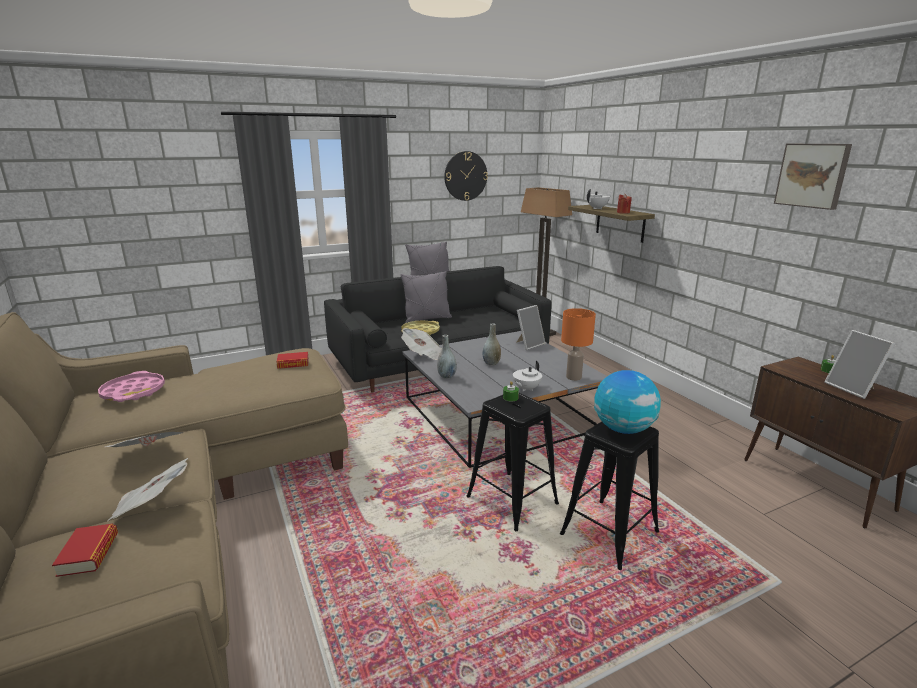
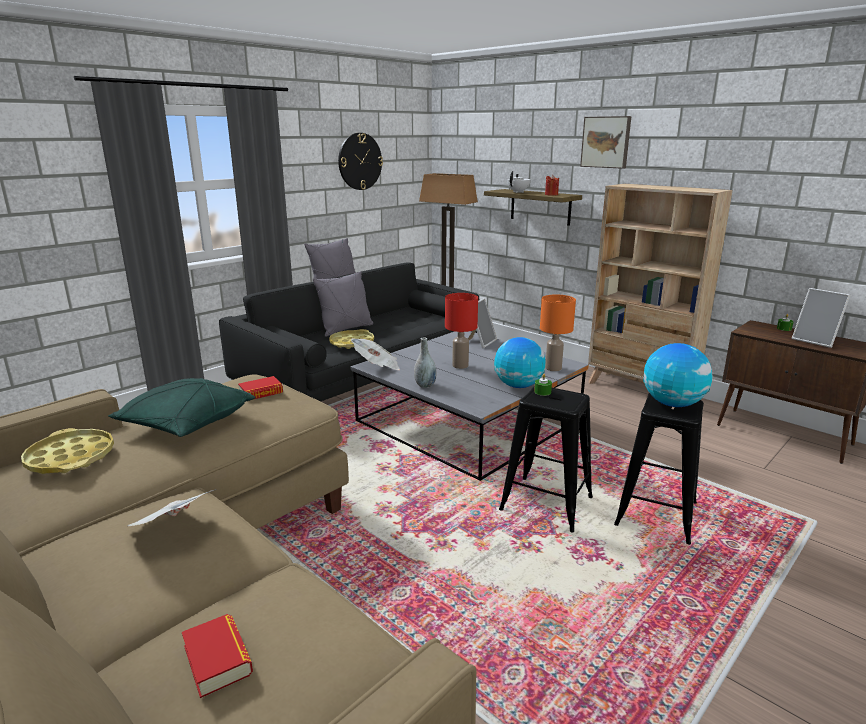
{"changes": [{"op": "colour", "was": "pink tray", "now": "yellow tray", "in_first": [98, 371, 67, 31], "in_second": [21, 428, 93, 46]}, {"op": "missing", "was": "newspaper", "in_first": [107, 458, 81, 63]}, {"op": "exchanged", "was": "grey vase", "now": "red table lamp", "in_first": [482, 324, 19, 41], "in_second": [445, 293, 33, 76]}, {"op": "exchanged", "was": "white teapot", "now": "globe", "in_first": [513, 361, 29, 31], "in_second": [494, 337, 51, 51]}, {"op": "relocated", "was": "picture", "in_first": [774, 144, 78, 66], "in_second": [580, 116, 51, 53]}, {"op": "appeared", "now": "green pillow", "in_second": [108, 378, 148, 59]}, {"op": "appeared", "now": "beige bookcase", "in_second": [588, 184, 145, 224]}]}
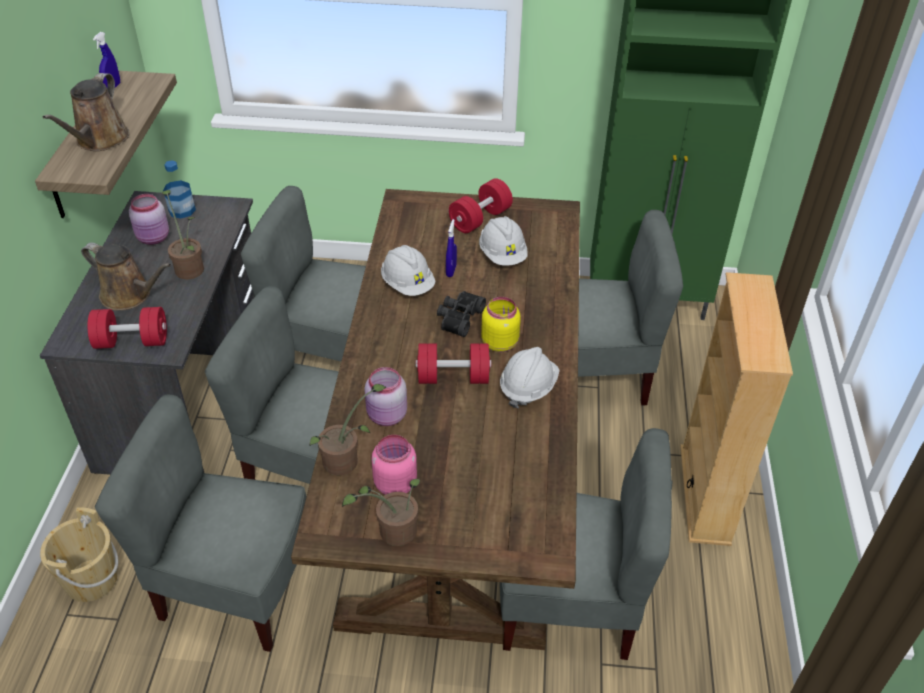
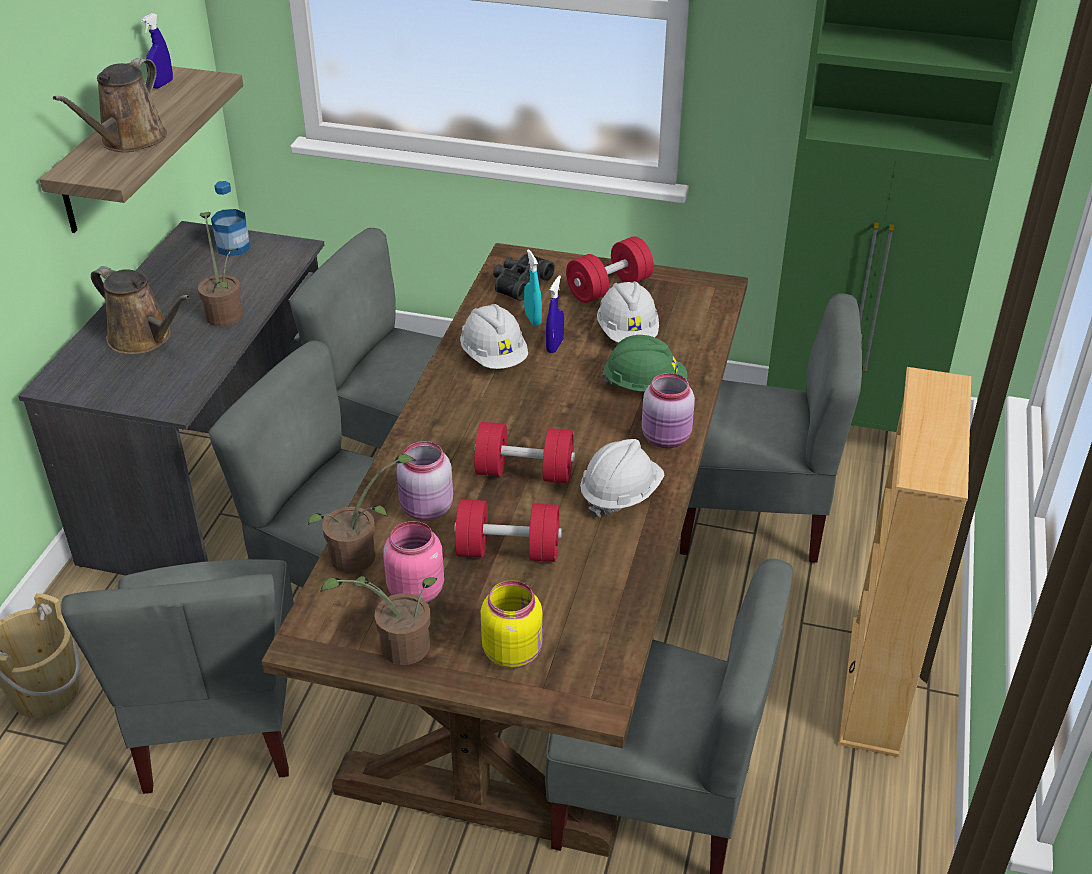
{"changes": [{"op": "relocated", "was": "red dumbbell", "in_first": [87, 307, 80, 42], "in_second": [454, 499, 108, 63]}, {"op": "spun", "was": "grey chair", "in_first": [95, 395, 212, 257], "in_second": [61, 559, 233, 235], "clockwise": -120}, {"op": "relocated", "was": "pink jar", "in_first": [129, 194, 40, 51], "in_second": [642, 373, 53, 75]}, {"op": "relocated", "was": "black binoculars", "in_first": [437, 291, 49, 46], "in_second": [493, 254, 62, 47]}, {"op": "relocated", "was": "yellow jar", "in_first": [481, 297, 40, 55], "in_second": [481, 580, 62, 89]}, {"op": "appeared", "now": "turquoise spray bottle", "in_second": [524, 250, 18, 76]}, {"op": "appeared", "now": "green hard hat", "in_second": [602, 335, 85, 56]}]}
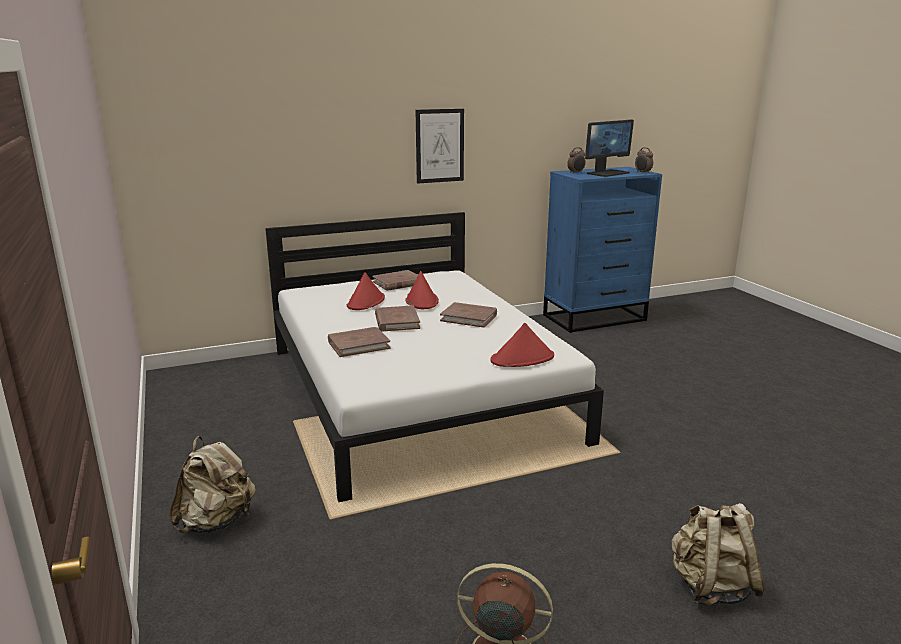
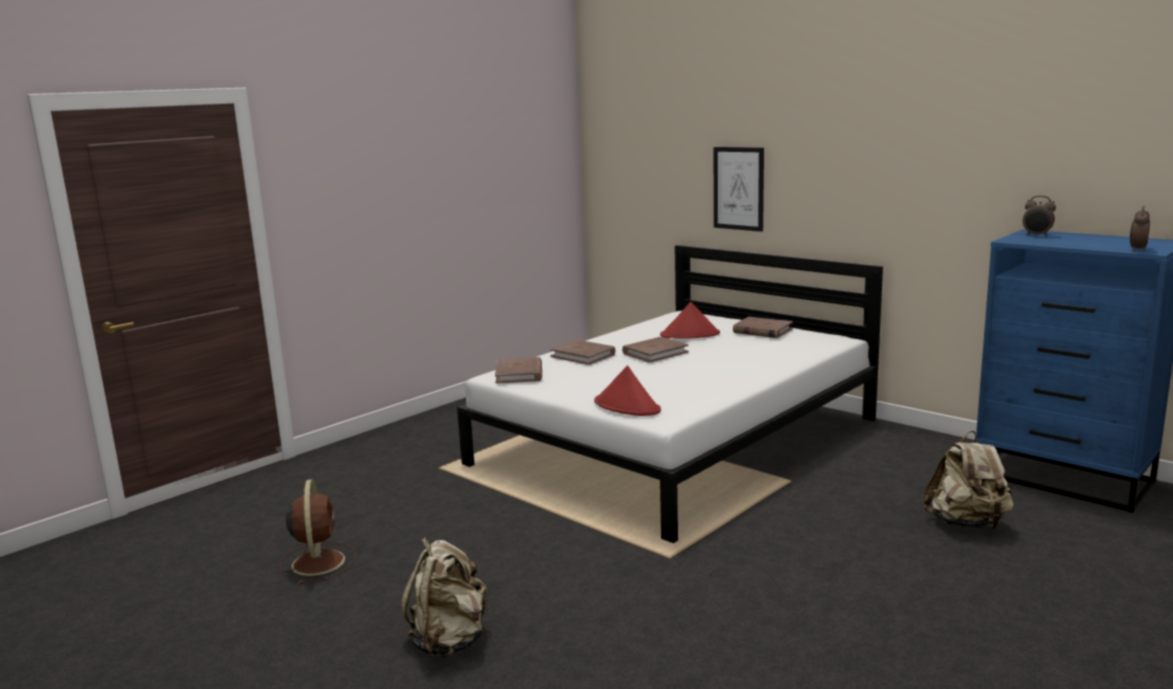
{"changes": [{"op": "relocated", "was": "beige backpack", "in_first": [169, 436, 87, 97], "in_second": [924, 430, 90, 100]}, {"op": "missing", "was": "red hat", "in_first": [405, 271, 34, 38]}, {"op": "relocated", "was": "picture", "in_first": [416, 109, 48, 75], "in_second": [714, 147, 50, 85]}, {"op": "relocated", "was": "brown book", "in_first": [440, 302, 57, 26], "in_second": [495, 357, 47, 27]}, {"op": "missing", "was": "monitor", "in_first": [585, 119, 49, 58]}]}
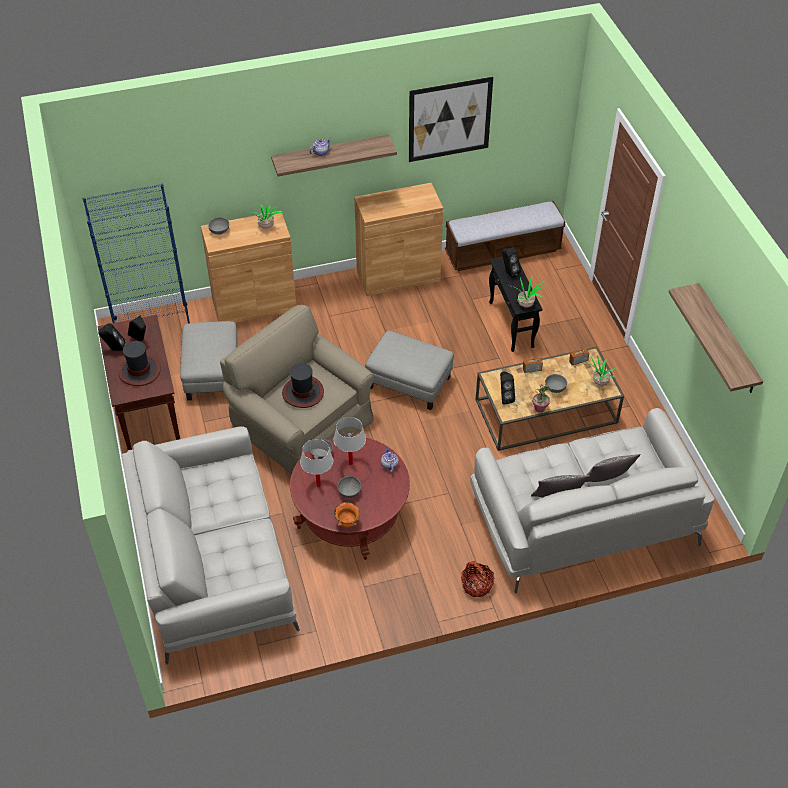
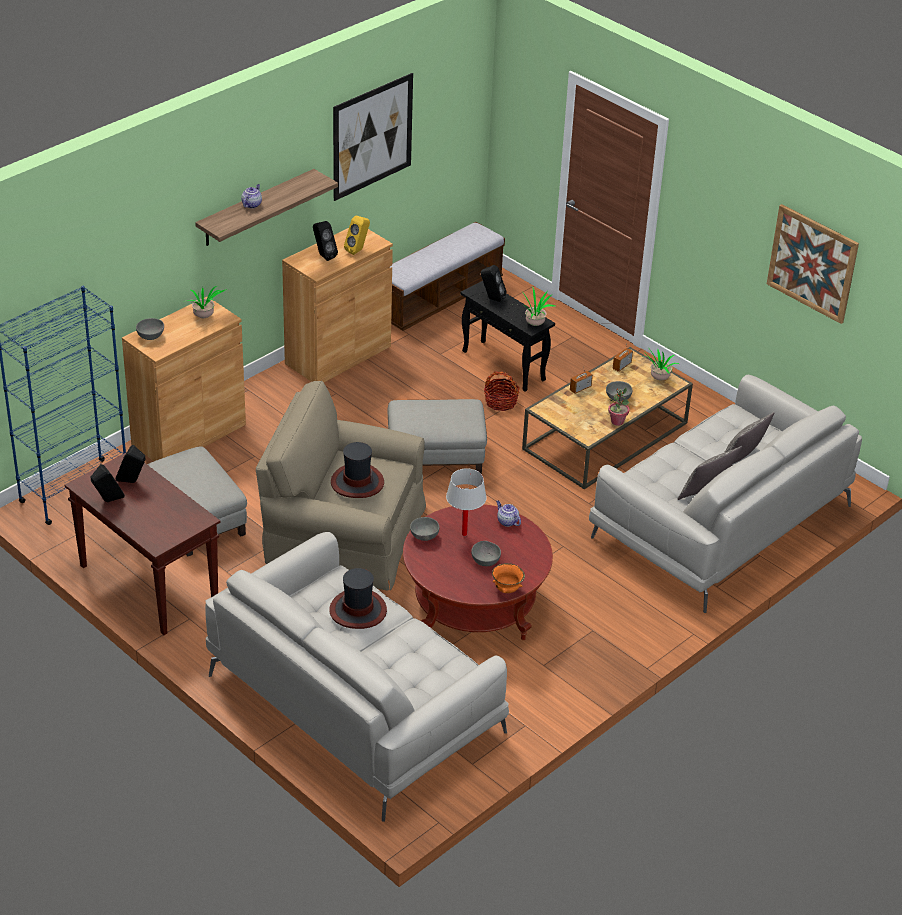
{"changes": [{"op": "relocated", "was": "hat", "in_first": [118, 341, 43, 45], "in_second": [329, 568, 58, 61]}, {"op": "missing", "was": "white table lamp", "in_first": [300, 439, 33, 48]}, {"op": "relocated", "was": "basket", "in_first": [461, 561, 33, 36], "in_second": [484, 371, 36, 40]}, {"op": "relocated", "was": "black speaker", "in_first": [500, 372, 15, 33], "in_second": [313, 221, 25, 40]}, {"op": "exchanged", "was": "shelf", "now": "picture", "in_first": [668, 283, 95, 110], "in_second": [767, 204, 92, 120]}, {"op": "appeared", "now": "yellow speaker", "in_second": [344, 215, 26, 40]}]}
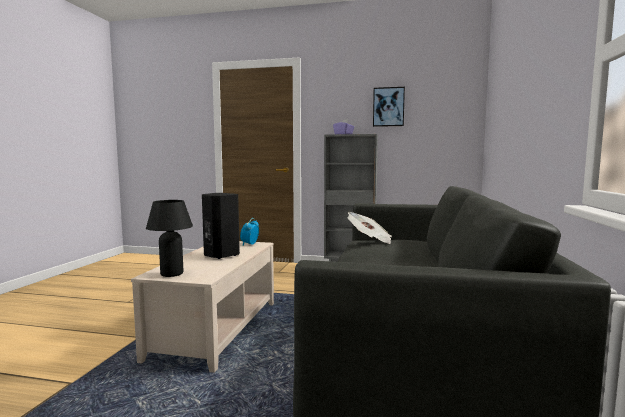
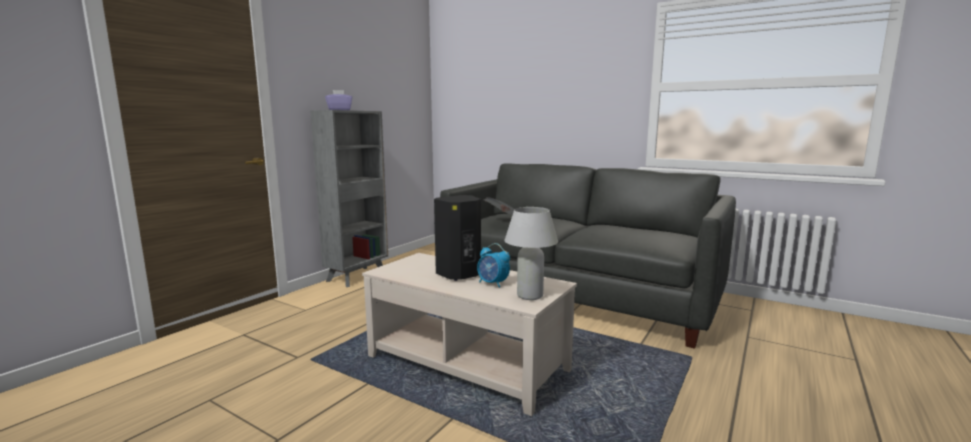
{"changes": [{"op": "colour", "was": "black table lamp", "now": "white table lamp", "in_first": [146, 200, 47, 77], "in_second": [505, 207, 53, 93]}, {"op": "relocated", "was": "alarm clock", "in_first": [240, 218, 19, 28], "in_second": [477, 243, 33, 45]}, {"op": "missing", "was": "picture", "in_first": [373, 87, 32, 40]}]}
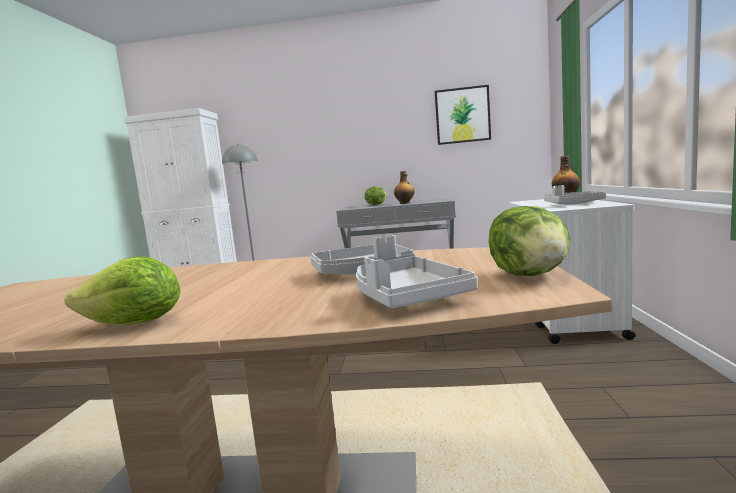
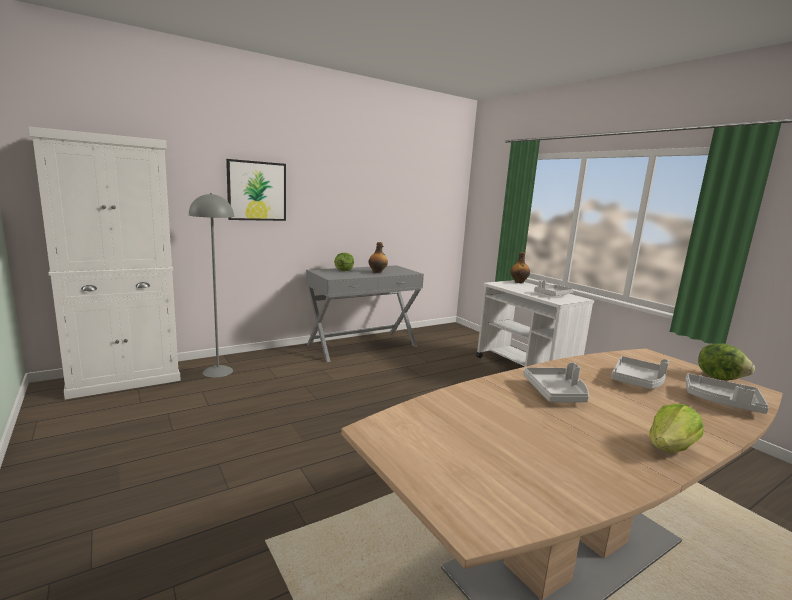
{"changes": [{"op": "relocated", "was": "picture", "in_first": [435, 85, 56, 60], "in_second": [226, 159, 60, 62]}, {"op": "appeared", "now": "grey tray", "in_second": [523, 362, 66, 41]}]}
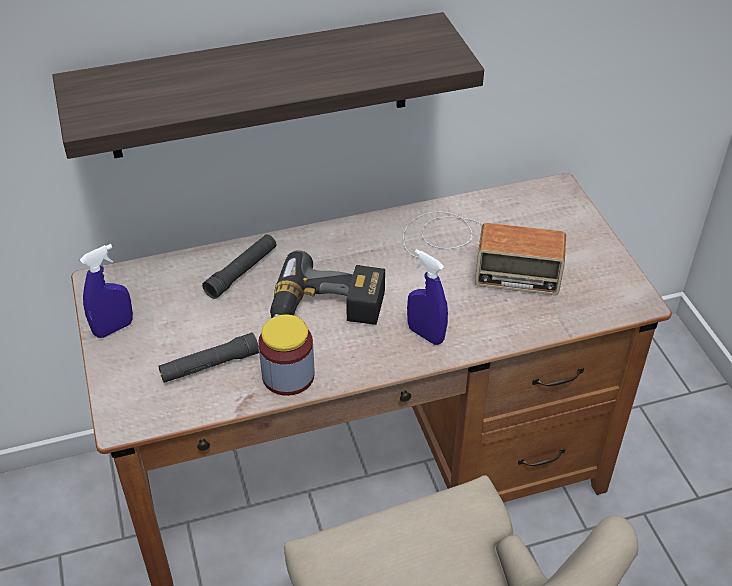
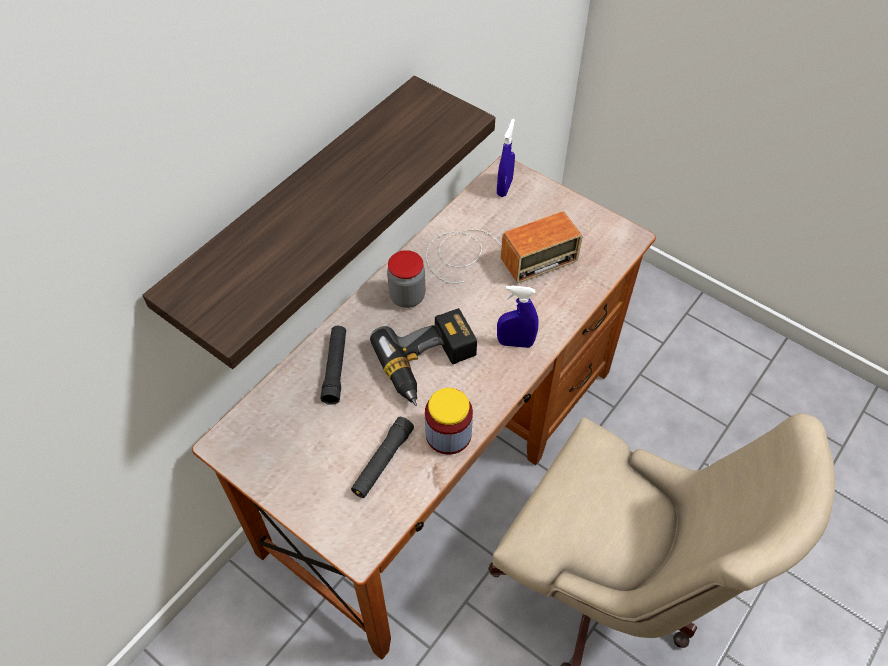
{"changes": [{"op": "relocated", "was": "blue spray bottle", "in_first": [80, 244, 53, 94], "in_second": [497, 119, 18, 78]}, {"op": "appeared", "now": "jar", "in_second": [387, 250, 38, 58]}]}
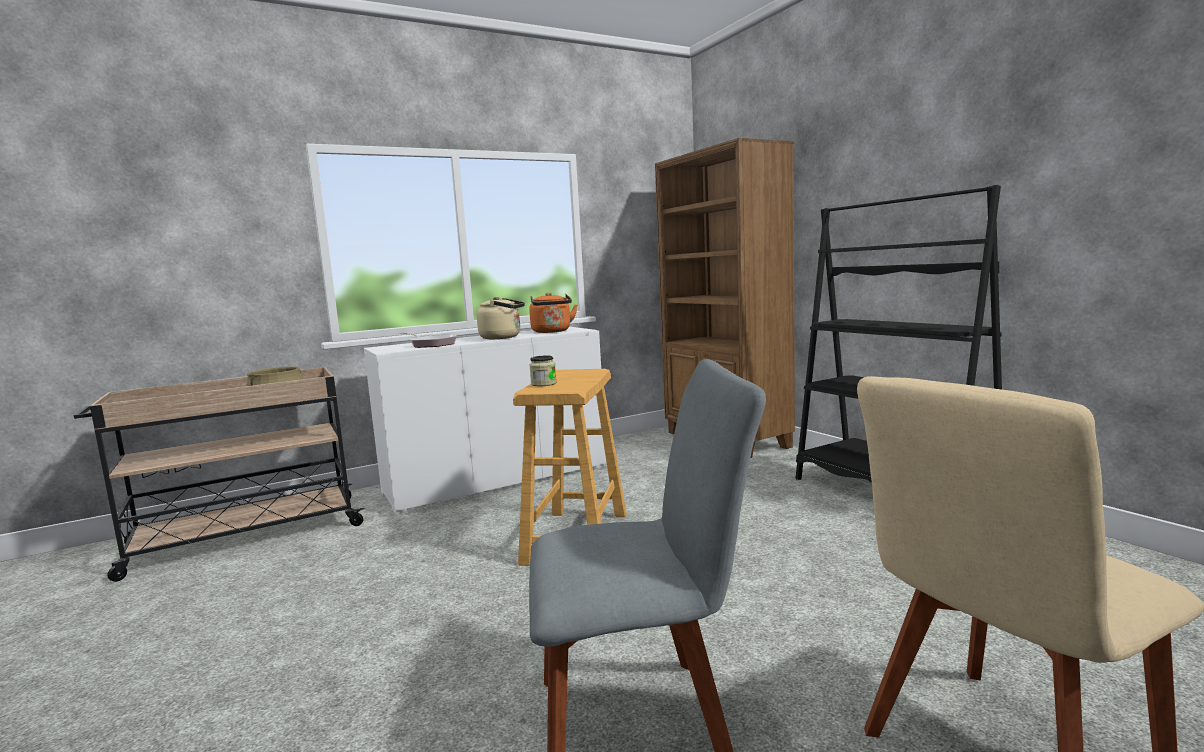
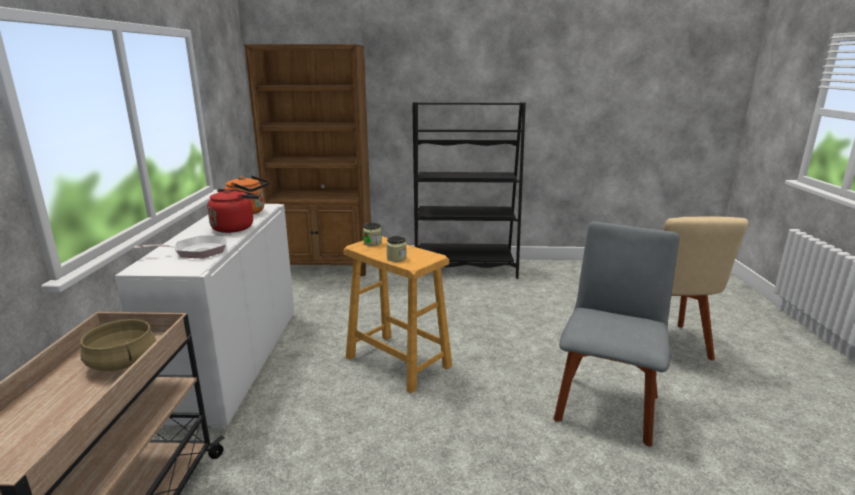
{"changes": [{"op": "colour", "was": "beige kettle", "now": "red kettle", "in_first": [477, 297, 48, 42], "in_second": [207, 189, 52, 44]}, {"op": "appeared", "now": "jar", "in_second": [363, 222, 19, 24]}]}
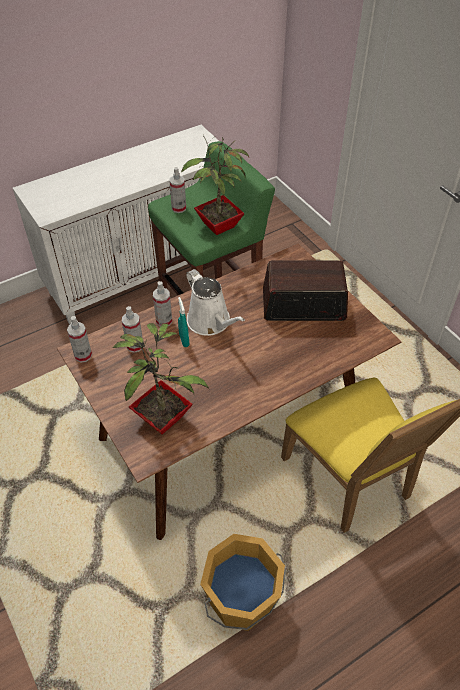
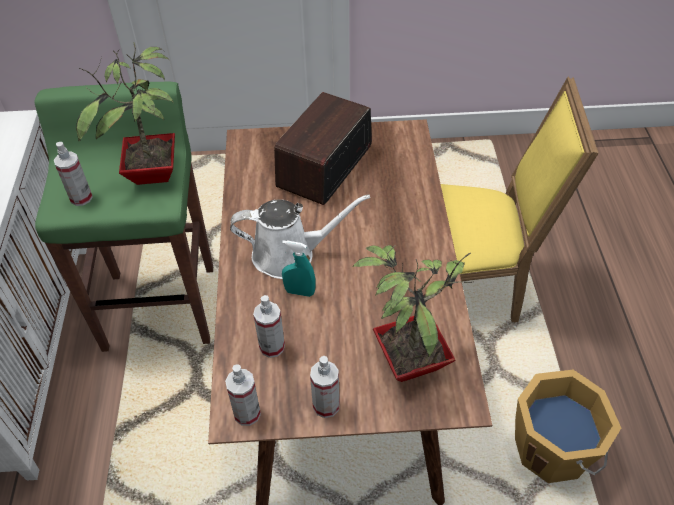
{"changes": [{"op": "relocated", "was": "spray bottle", "in_first": [153, 281, 19, 46], "in_second": [310, 356, 30, 62]}]}
